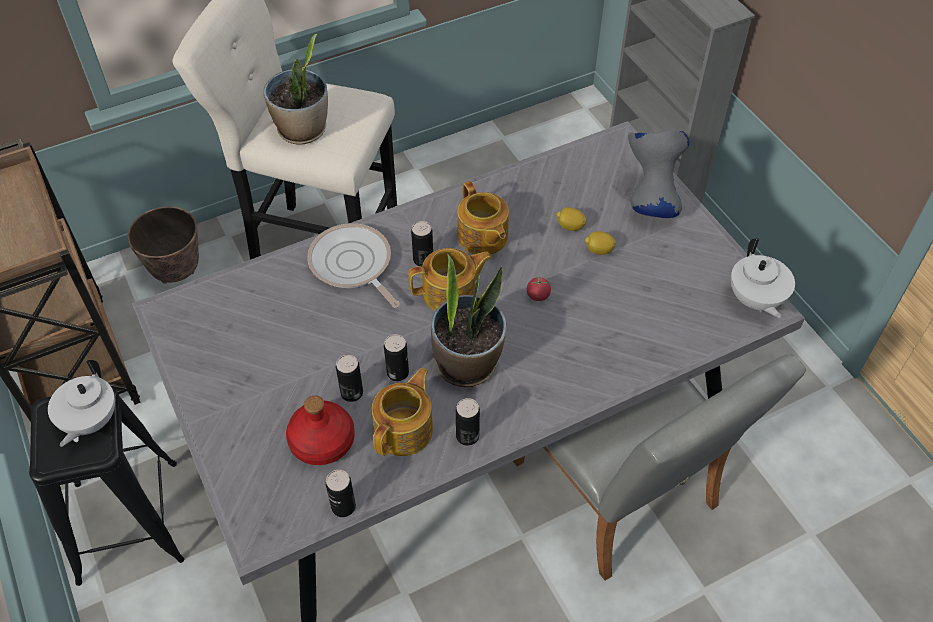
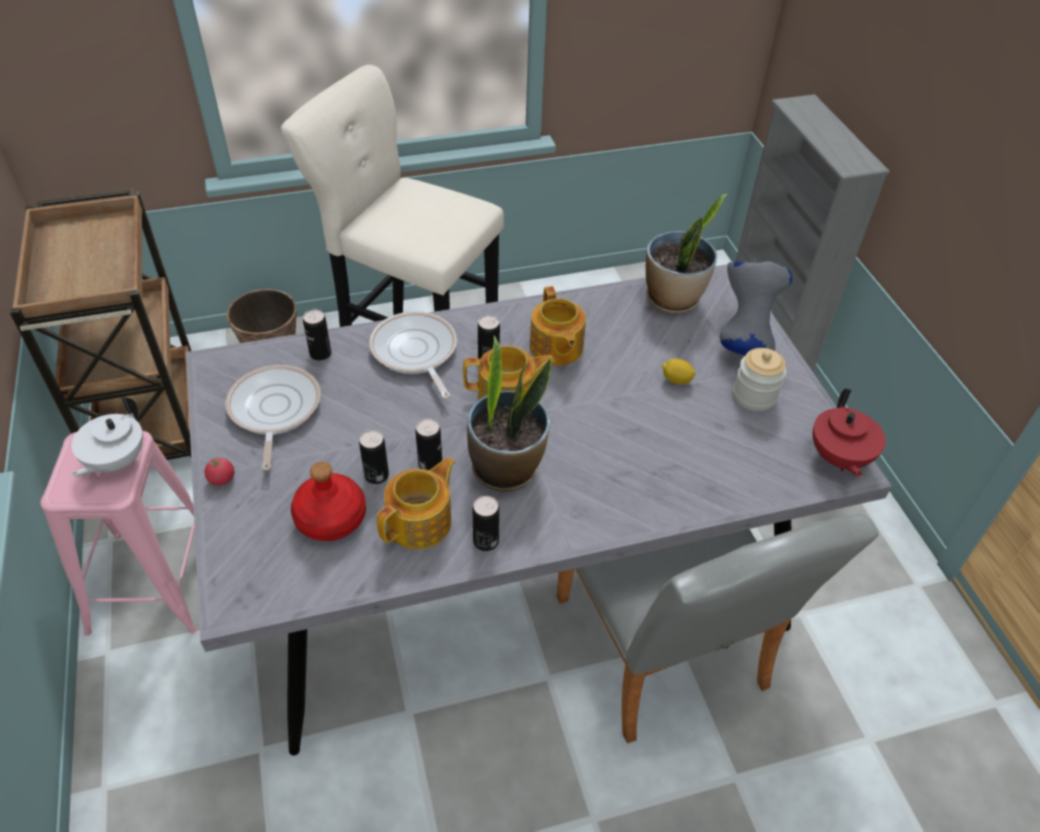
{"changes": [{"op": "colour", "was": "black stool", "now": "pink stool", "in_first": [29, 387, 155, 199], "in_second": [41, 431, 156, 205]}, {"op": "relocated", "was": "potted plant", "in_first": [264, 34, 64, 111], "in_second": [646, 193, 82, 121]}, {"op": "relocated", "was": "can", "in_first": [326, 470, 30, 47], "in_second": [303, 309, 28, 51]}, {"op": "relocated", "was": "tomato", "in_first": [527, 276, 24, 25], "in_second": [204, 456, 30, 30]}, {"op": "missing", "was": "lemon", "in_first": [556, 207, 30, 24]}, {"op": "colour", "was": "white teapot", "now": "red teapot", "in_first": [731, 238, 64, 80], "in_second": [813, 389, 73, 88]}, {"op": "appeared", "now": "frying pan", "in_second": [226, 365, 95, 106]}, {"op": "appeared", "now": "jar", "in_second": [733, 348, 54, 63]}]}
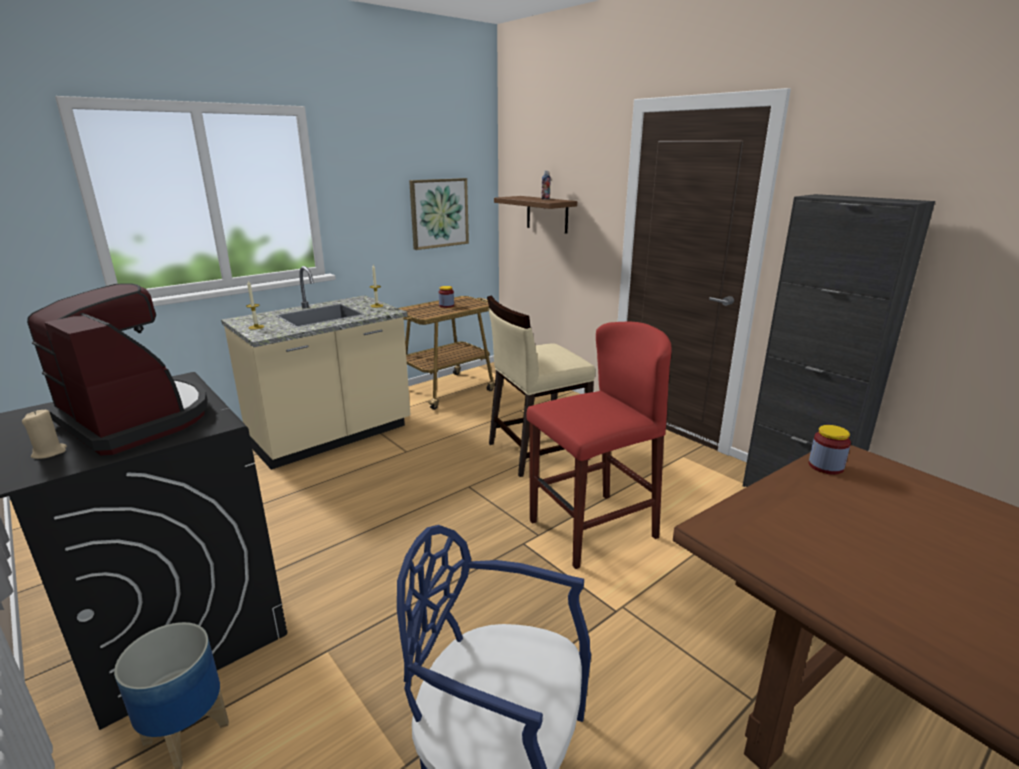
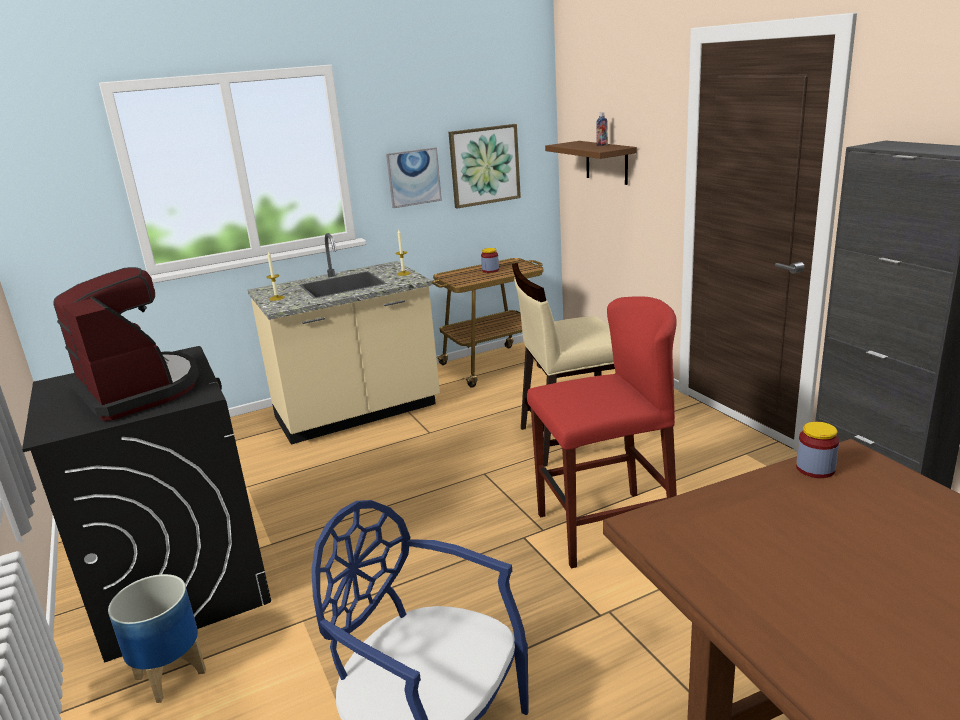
{"changes": [{"op": "missing", "was": "beige candle", "in_first": [22, 410, 45, 49]}, {"op": "appeared", "now": "picture", "in_second": [386, 147, 56, 61]}]}
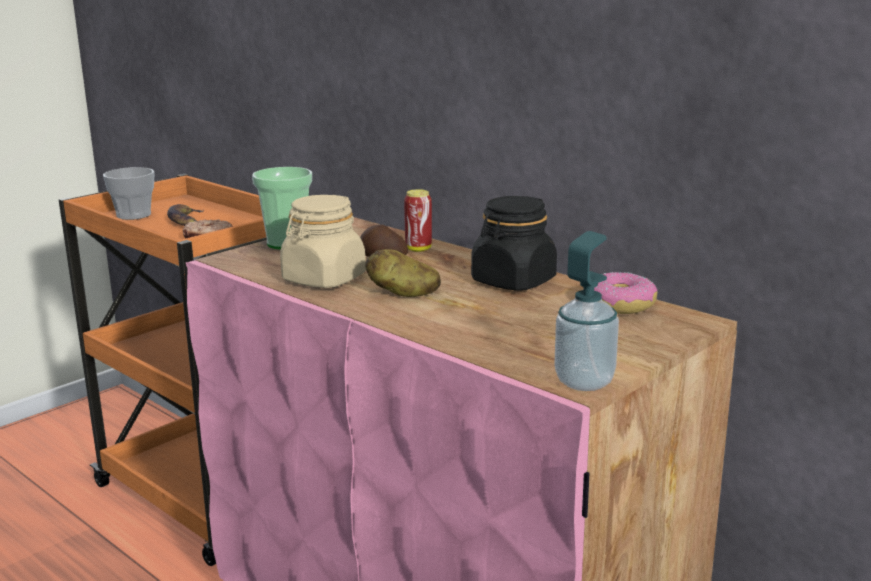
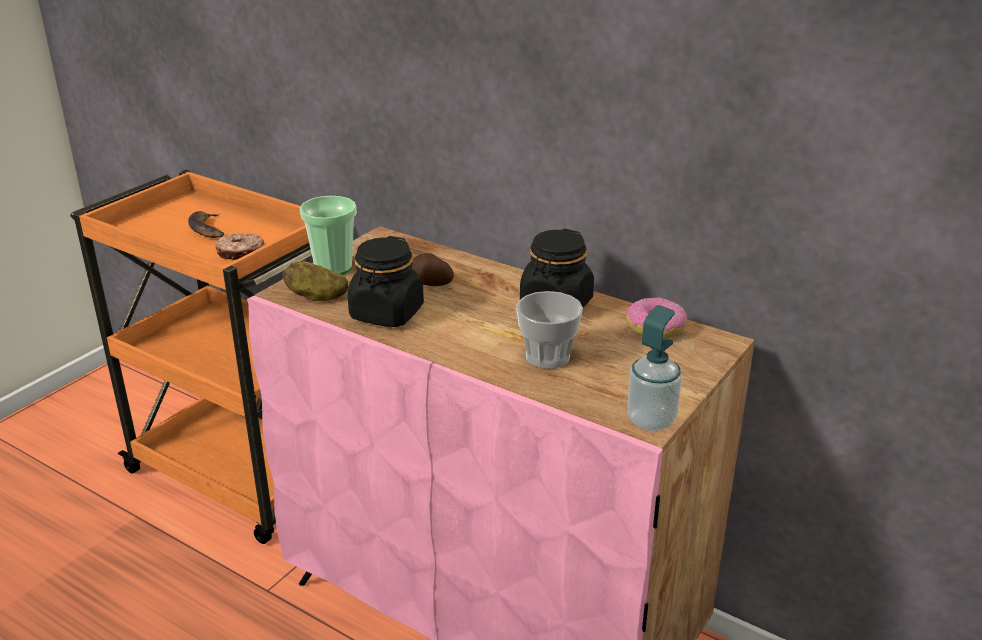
{"changes": [{"op": "relocated", "was": "cup", "in_first": [103, 167, 52, 53], "in_second": [516, 291, 67, 78]}, {"op": "colour", "was": "beige jar", "now": "black jar", "in_first": [280, 195, 86, 93], "in_second": [348, 236, 76, 91]}, {"op": "relocated", "was": "potato", "in_first": [365, 249, 76, 48], "in_second": [283, 261, 66, 40]}, {"op": "missing", "was": "can", "in_first": [404, 189, 28, 63]}]}
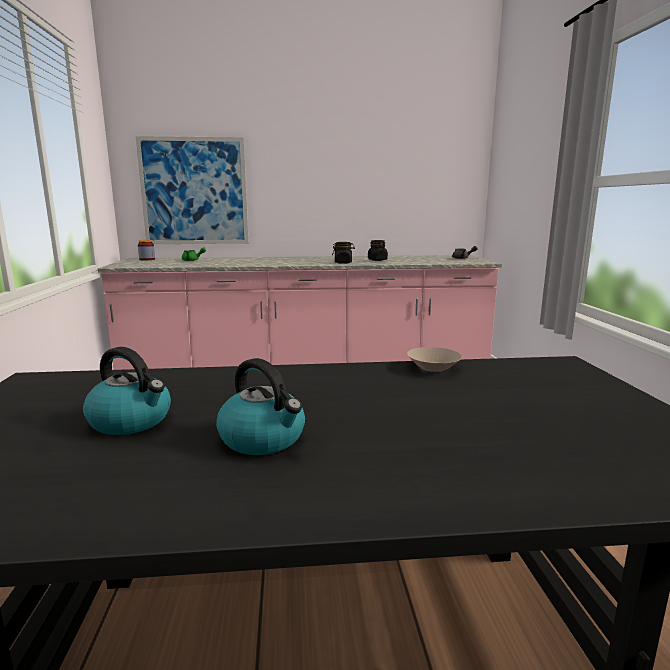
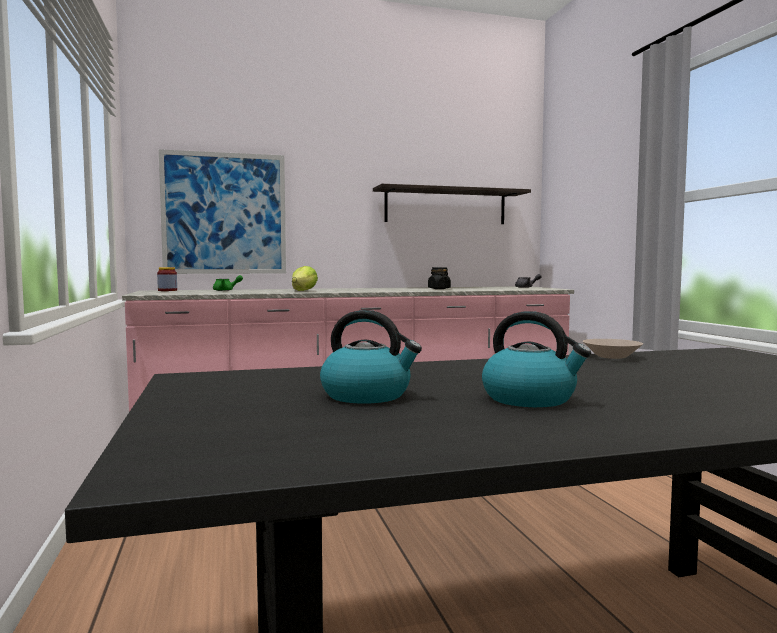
{"changes": [{"op": "missing", "was": "black jar", "in_first": [332, 242, 23, 22]}, {"op": "appeared", "now": "lettuce", "in_second": [292, 266, 26, 25]}, {"op": "appeared", "now": "shelf", "in_second": [373, 184, 158, 40]}]}
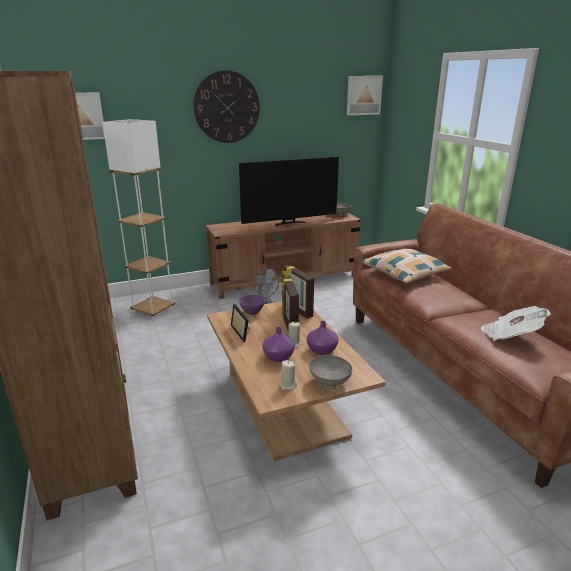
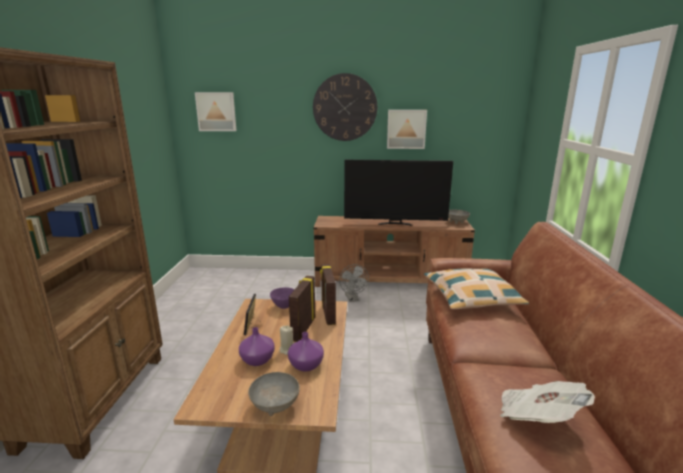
{"changes": [{"op": "missing", "was": "white floor lamp", "in_first": [102, 119, 73, 201]}, {"op": "missing", "was": "beige candle", "in_first": [279, 360, 18, 30]}, {"op": "relocated", "was": "picture", "in_first": [347, 76, 36, 39], "in_second": [387, 110, 40, 39]}]}
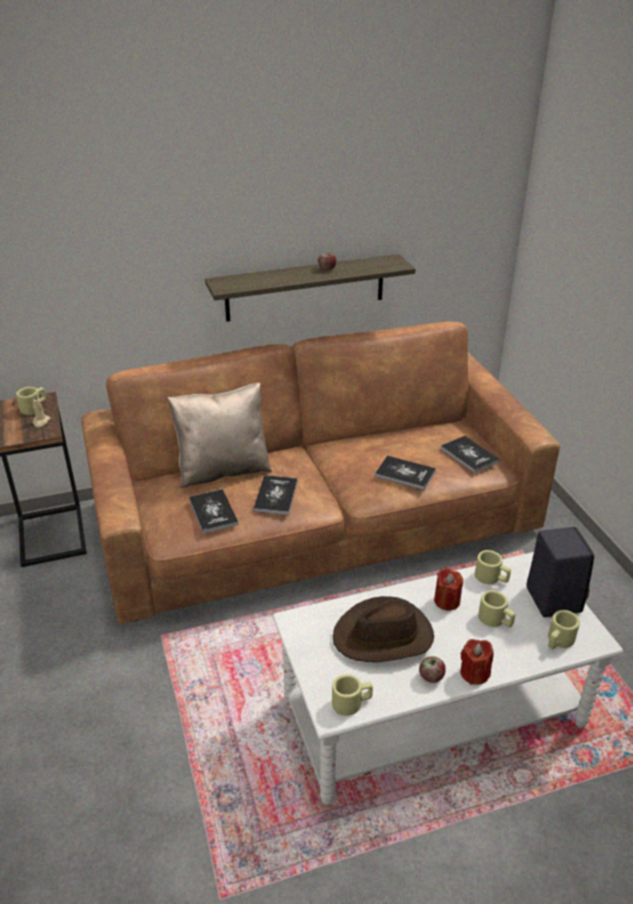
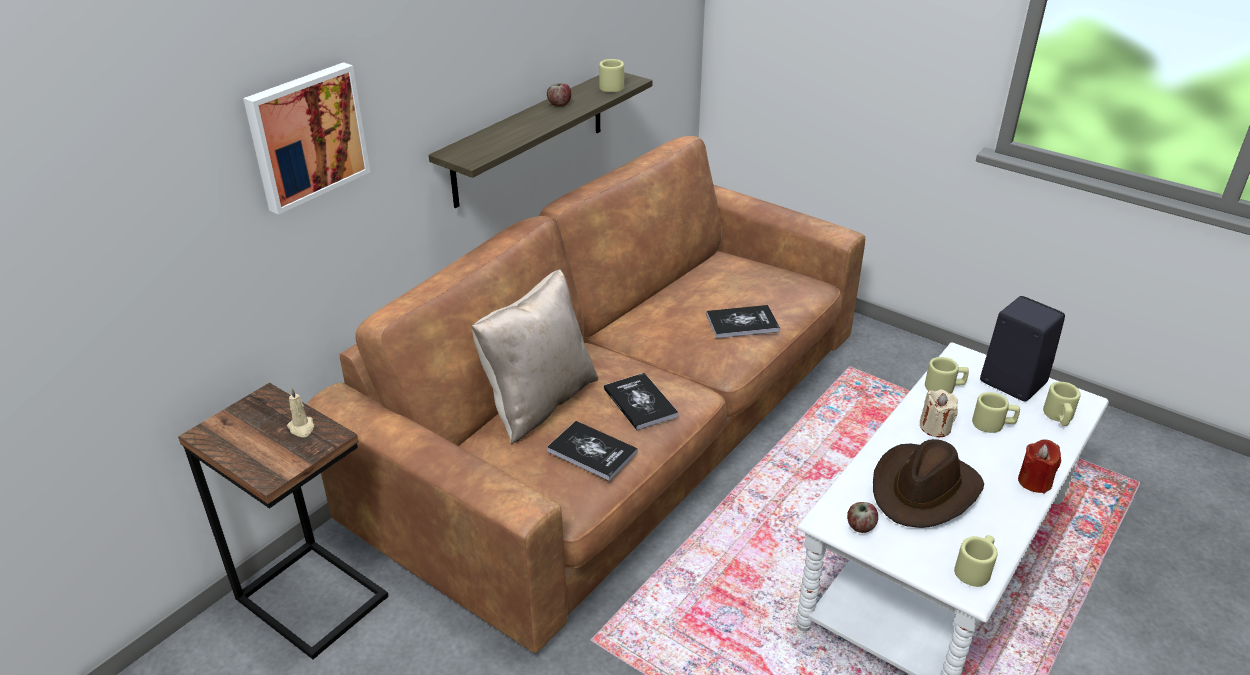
{"changes": [{"op": "relocated", "was": "beige mug", "in_first": [16, 387, 30, 28], "in_second": [599, 59, 25, 33]}, {"op": "relocated", "was": "apple", "in_first": [419, 656, 27, 27], "in_second": [847, 502, 31, 31]}, {"op": "colour", "was": "red candle", "now": "beige candle", "in_first": [434, 568, 29, 42], "in_second": [920, 389, 38, 48]}, {"op": "missing", "was": "book", "in_first": [440, 436, 60, 37]}, {"op": "appeared", "now": "picture", "in_second": [243, 62, 127, 153]}]}
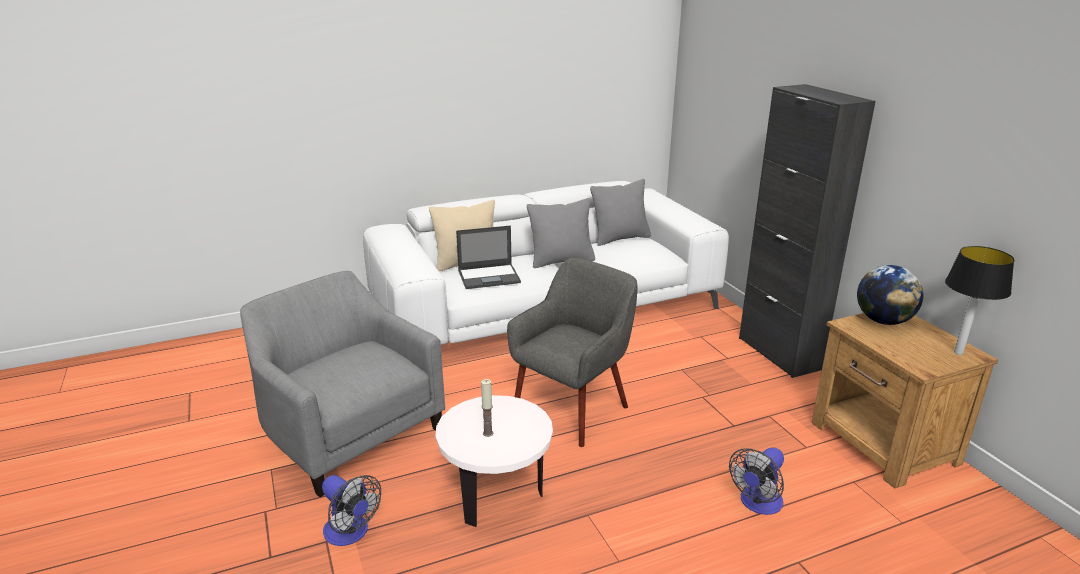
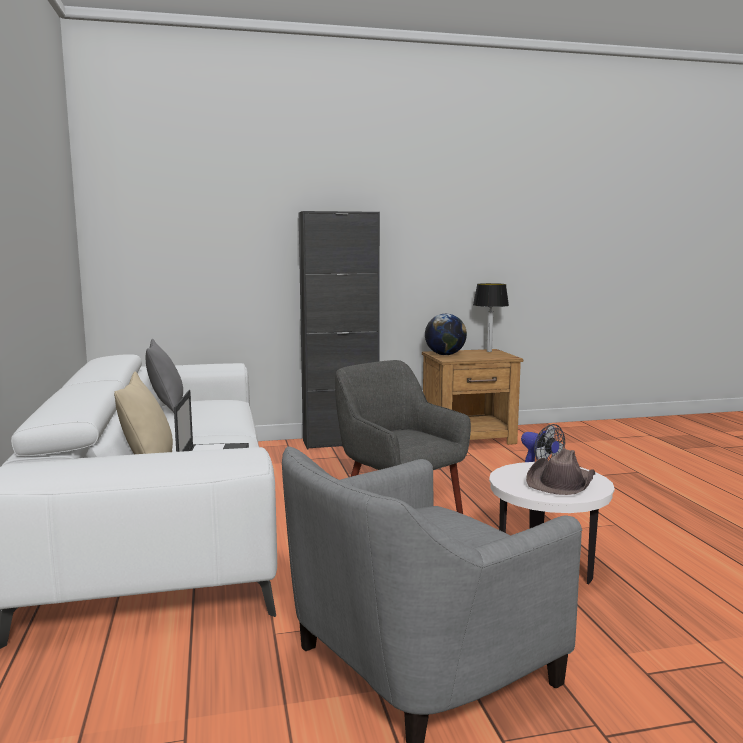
{"changes": [{"op": "missing", "was": "fan", "in_first": [322, 475, 59, 71]}, {"op": "exchanged", "was": "candle", "now": "brown hat", "in_first": [481, 379, 12, 58], "in_second": [526, 448, 69, 47]}, {"op": "missing", "was": "grey pillow", "in_first": [527, 198, 68, 70]}]}
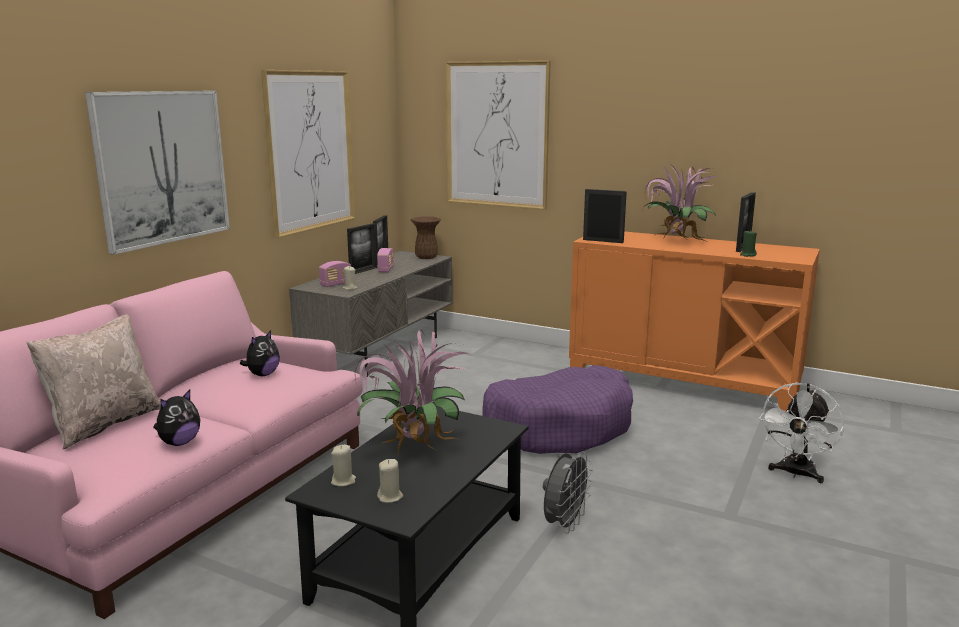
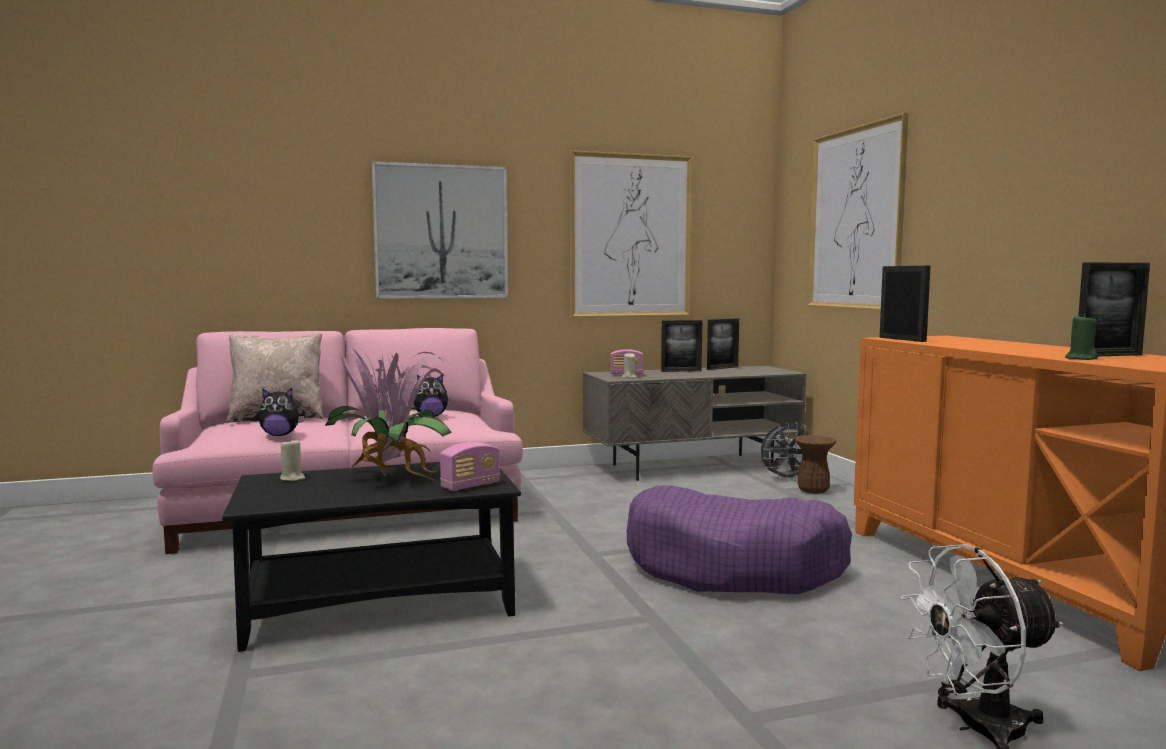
{"changes": [{"op": "relocated", "was": "radio", "in_first": [377, 248, 17, 25], "in_second": [440, 442, 60, 49]}, {"op": "missing", "was": "beige candle", "in_first": [377, 459, 26, 44]}, {"op": "relocated", "was": "brown vase", "in_first": [411, 216, 30, 43], "in_second": [794, 435, 42, 59]}, {"op": "relocated", "was": "grey fan", "in_first": [543, 452, 50, 81], "in_second": [761, 422, 48, 60]}, {"op": "missing", "was": "potted plant", "in_first": [642, 163, 76, 79]}]}
